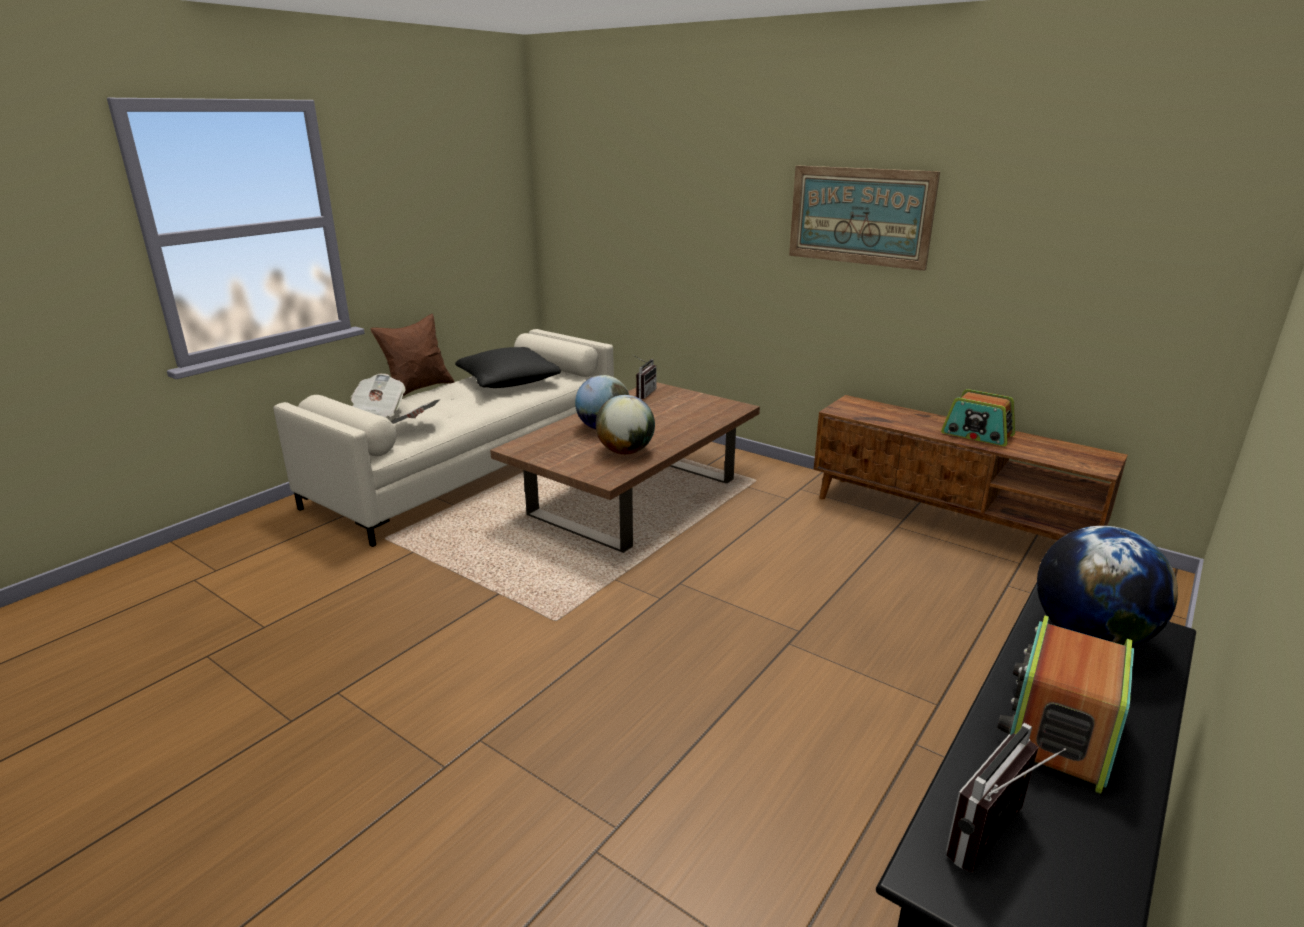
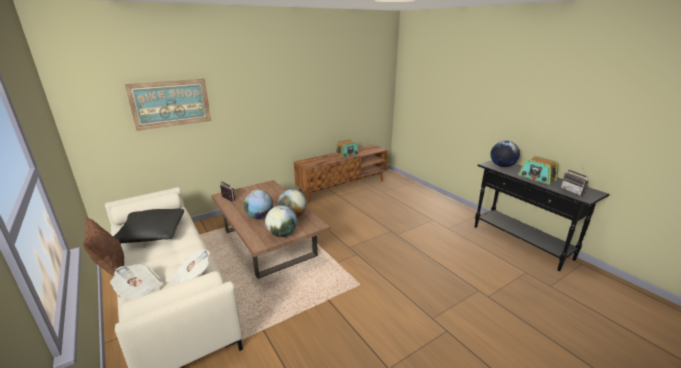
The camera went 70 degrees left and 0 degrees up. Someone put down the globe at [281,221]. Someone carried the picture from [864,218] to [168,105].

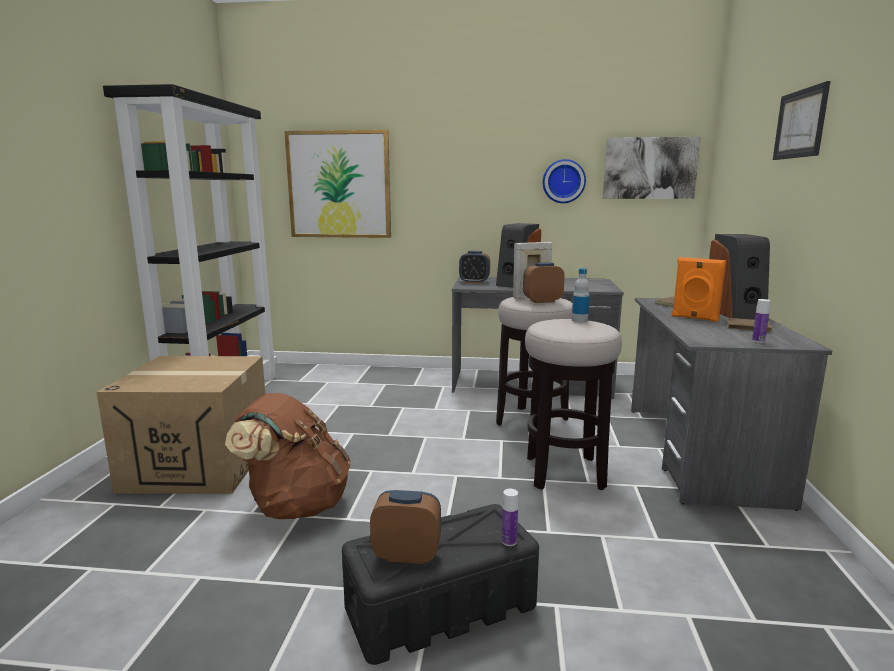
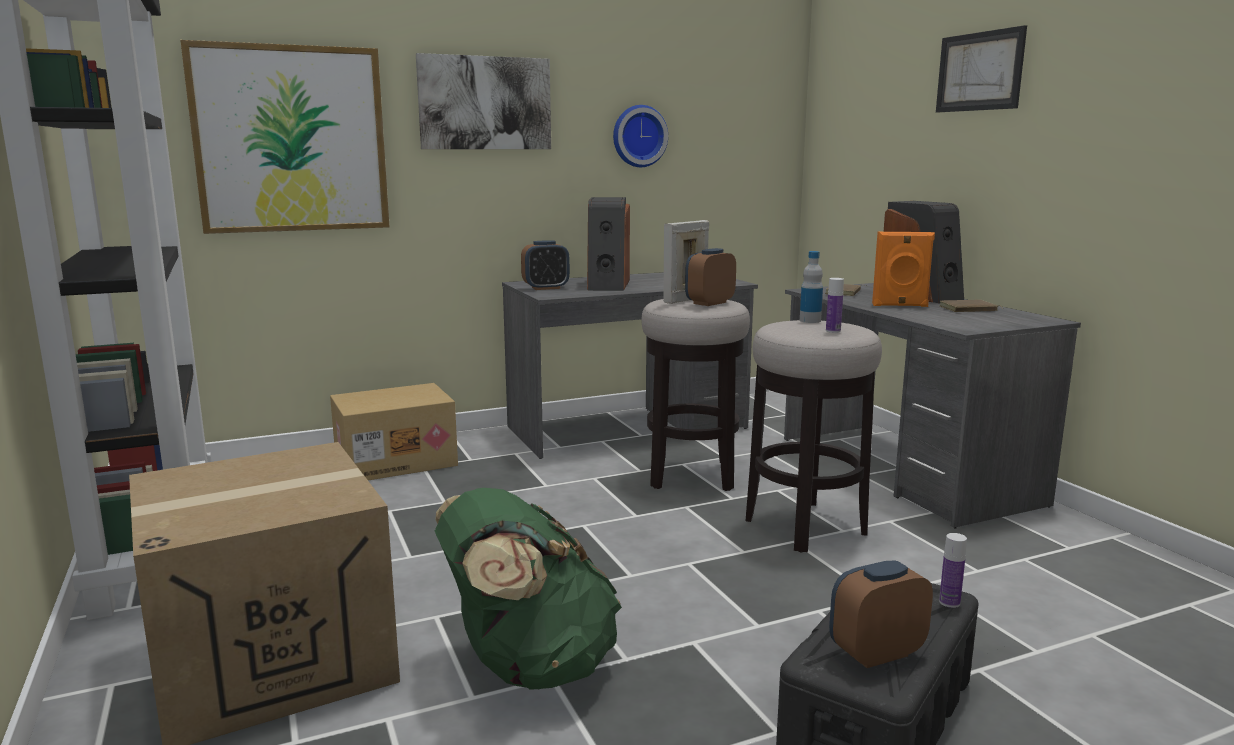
The camera went 30 degrees left and 0 degrees up. Someone put down the cardboard box at [394,431]. Someone carried the picture from [652,168] to [483,101]. Someone carried the bottle from [761,321] to [835,305]. Someone repainted the brown backpack at [288,456], which became the green backpack at [528,589].

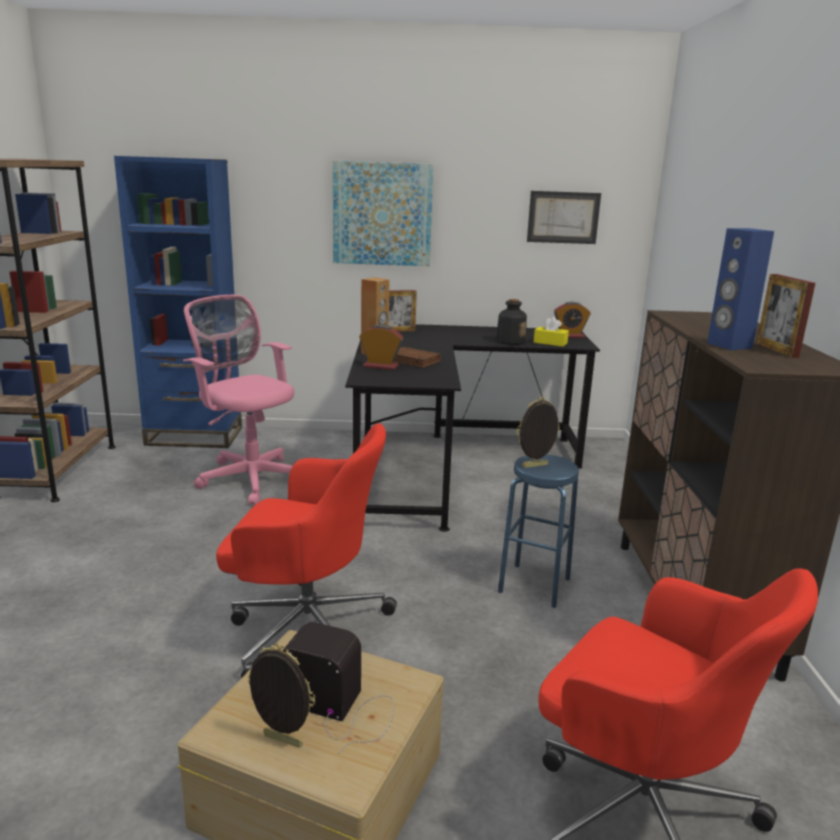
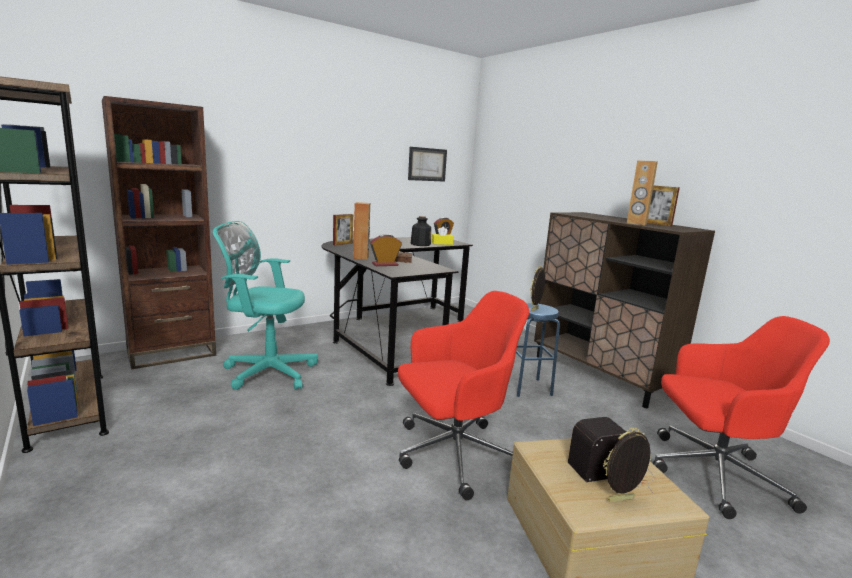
The camera went 35 degrees left and 5 degrees down. Someone took away the picture at [383,213]. Someone repainted the blue bookcase at [178,302], which became the brown bookcase at [159,232]. Someone repainted the pink office chair at [238,400], which became the turquoise office chair at [265,305]. Someone repainted the blue speaker at [740,289], which became the brown speaker at [642,192].

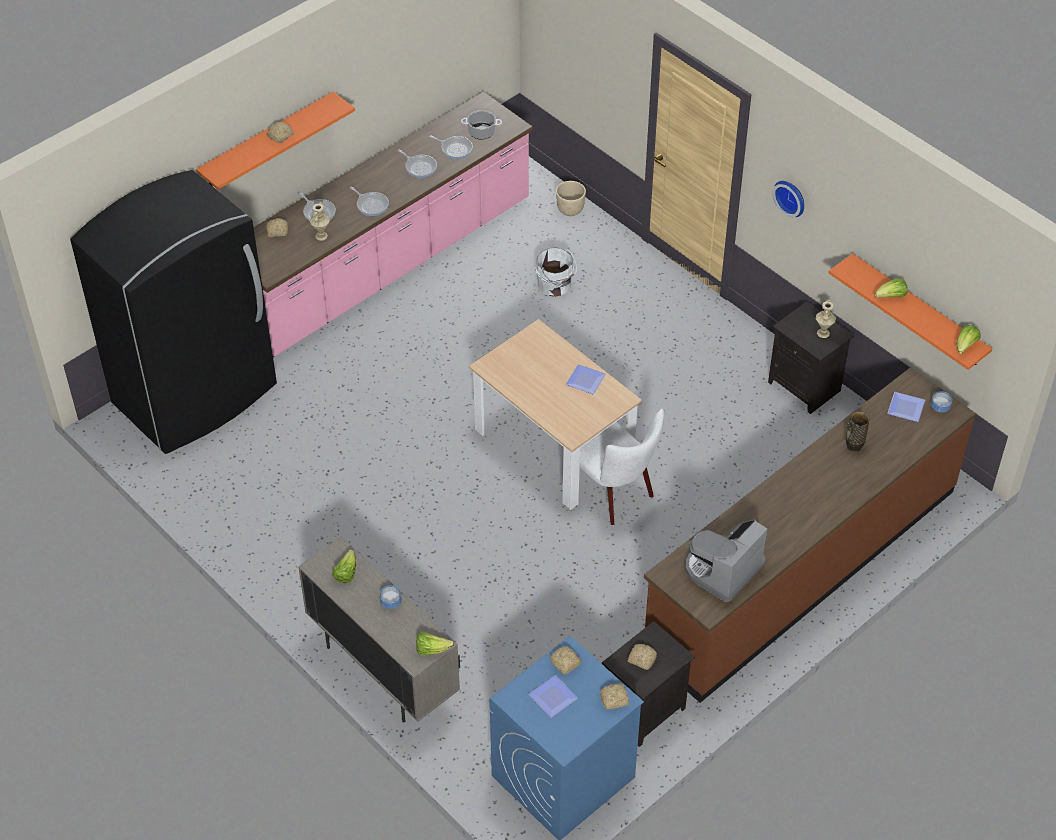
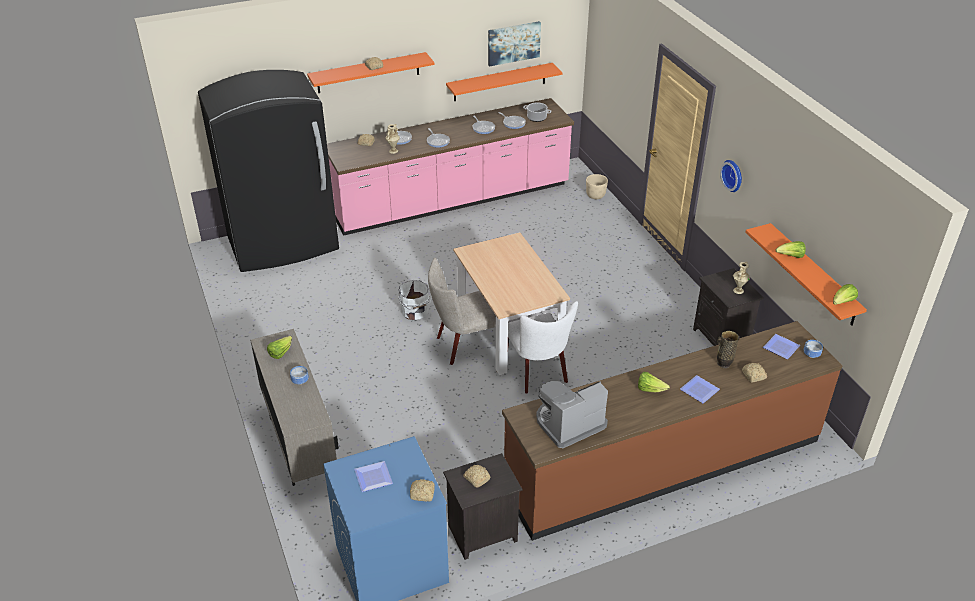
The camera went 20 degrees right and 10 degrees down. Someone put down the beige chair at [462,311]. Someone put up the orange shelf at [504,82]. Someone put up the picture at [514,44]. Someone carried the lettuce from [435,643] to [654,382]. Someone carried the white bucket from [556,272] to [415,300]. Someone carried the bread from [566,660] to [754,372]. Someone carried the plate from [586,379] to [700,389].

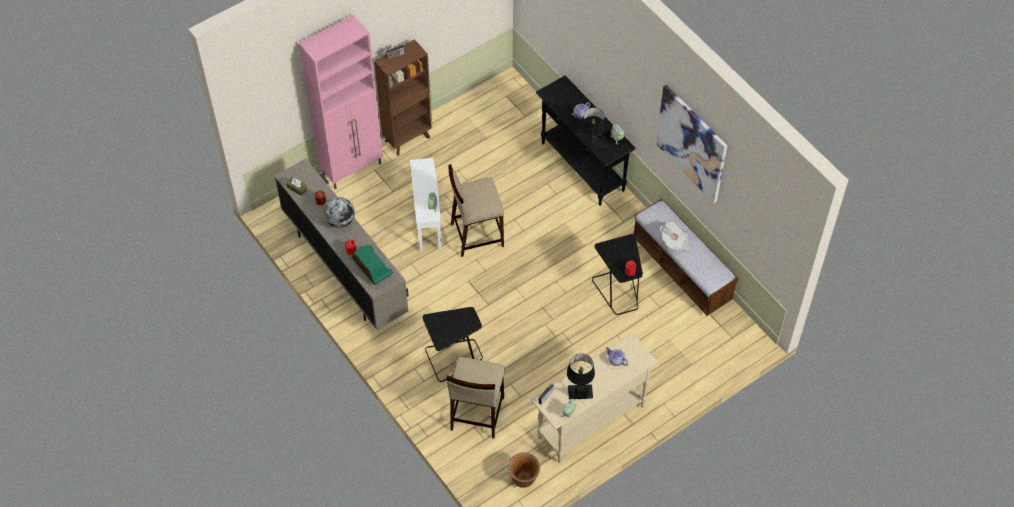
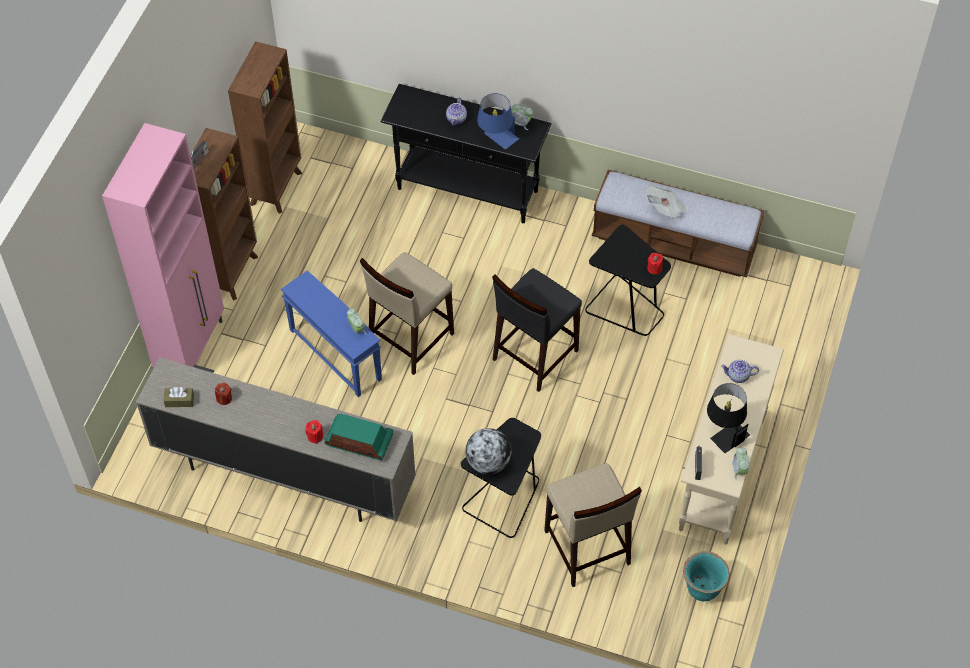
The camera went 35 degrees left and 0 degrees up. Someone took away the picture at [691,144]. Someone put down the brown bookcase at [265,127]. Someone put down the black stool at [537,330]. Someone carried the globe from [339,212] to [488,451]. Someone repainted the white side table at [425,204], which became the blue side table at [331,334]. Someone repainted the brown planter at [524,470], which became the turquoise planter at [706,576]. Someone repainted the black table lamp at [595,128], which became the blue table lamp at [498,121].

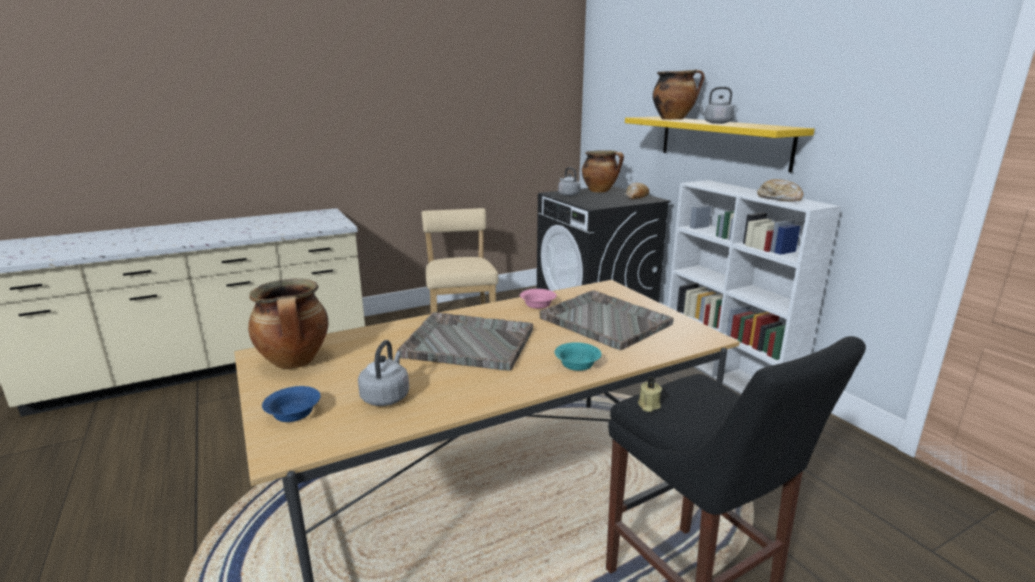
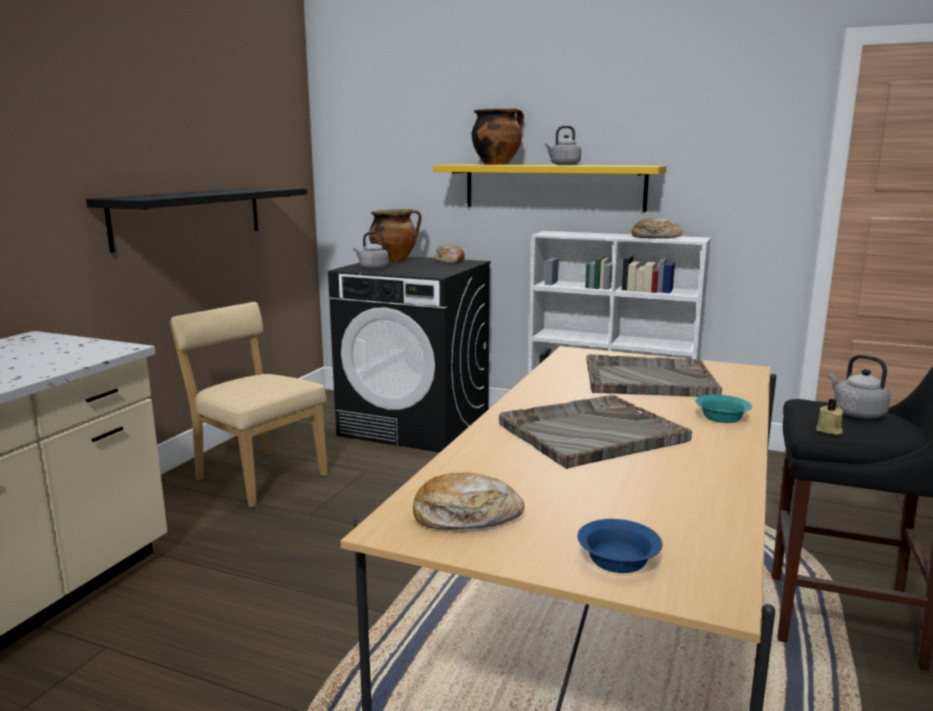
The camera went 40 degrees left and 5 degrees down. Someone took away the pink bowl at [538,299]. Someone put up the black shelf at [196,220]. Someone carried the grey kettle from [383,373] to [860,387]. Someone swapped the cooking pot at [288,323] for the bread at [469,501].

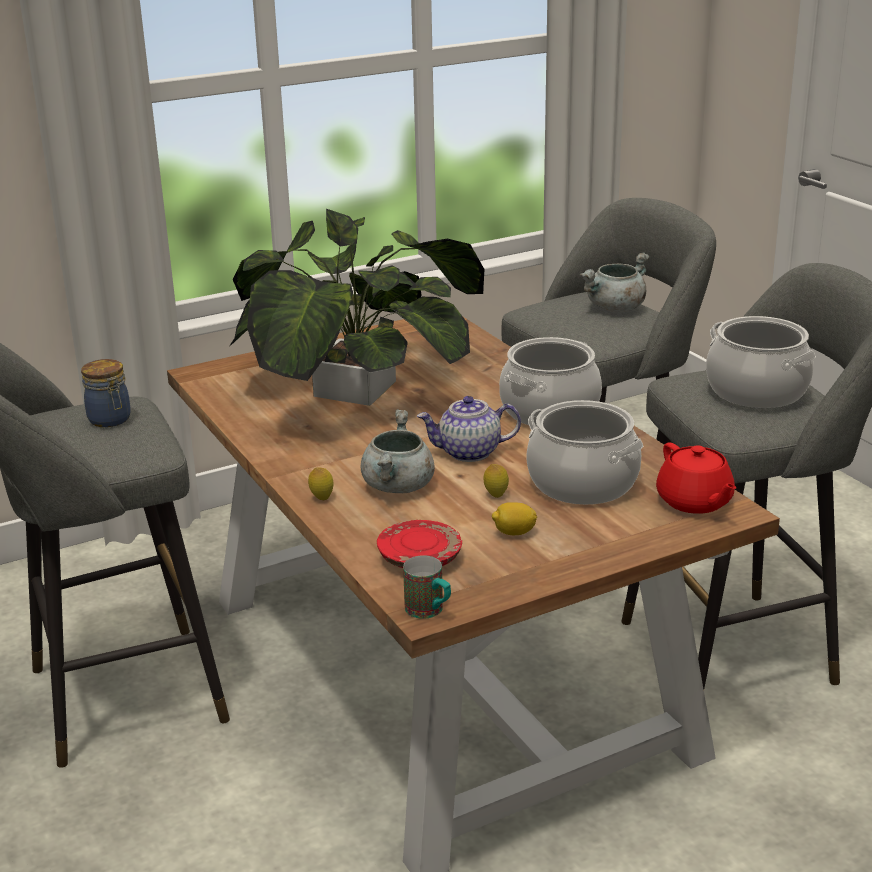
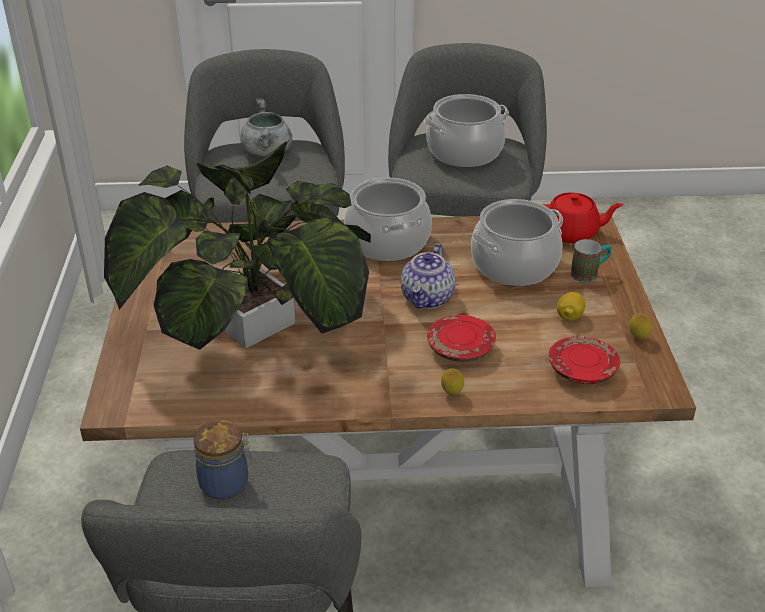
The camera went 65 degrees left and 10 degrees up. Someone carried the mug from [427,587] to [591,260]. Someone carried the lemon from [496,481] to [640,326]. Someone swapped the grey cooking pot at [397,451] for the red plate at [461,338].

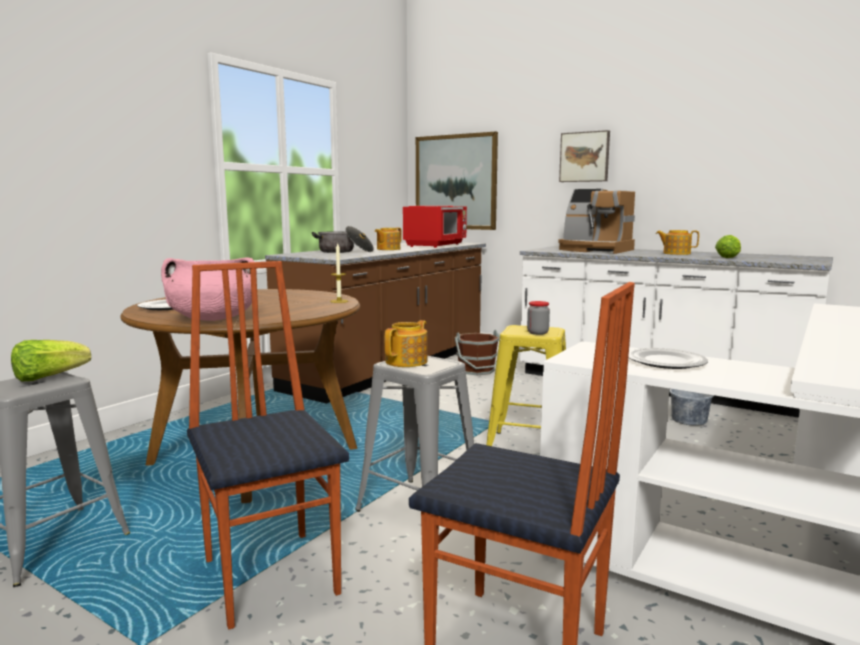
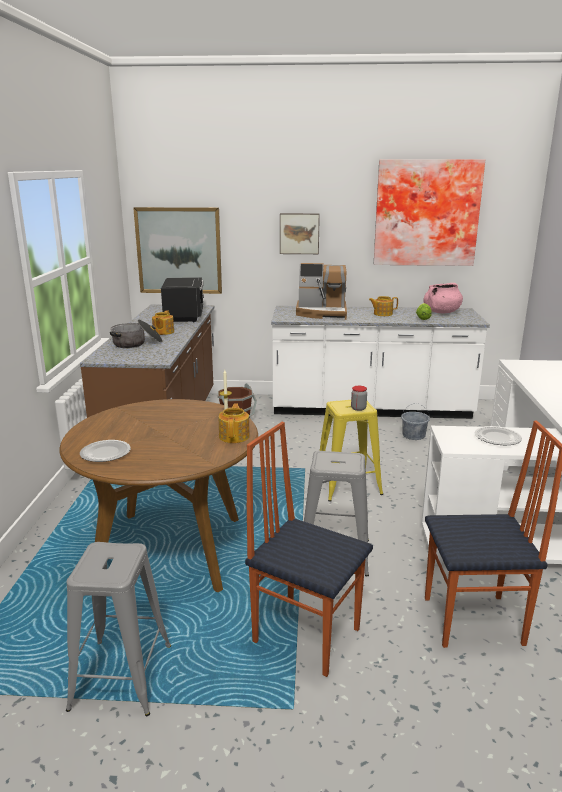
The camera went 30 degrees left and 10 degrees up. Someone took away the lettuce at [51,360]. Someone put up the picture at [429,212]. Someone carried the pink cooking pot from [209,289] to [443,298]. Someone carried the teapot from [406,343] to [234,423]. Someone repainted the red microwave at [435,227], which became the black microwave at [182,299].

